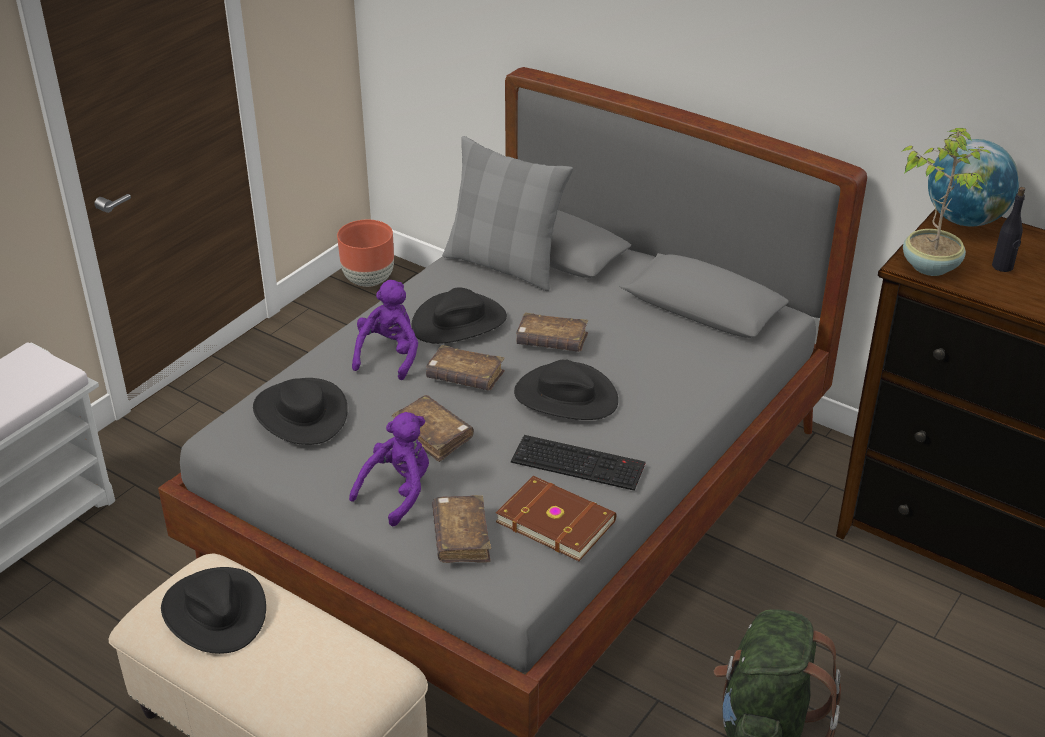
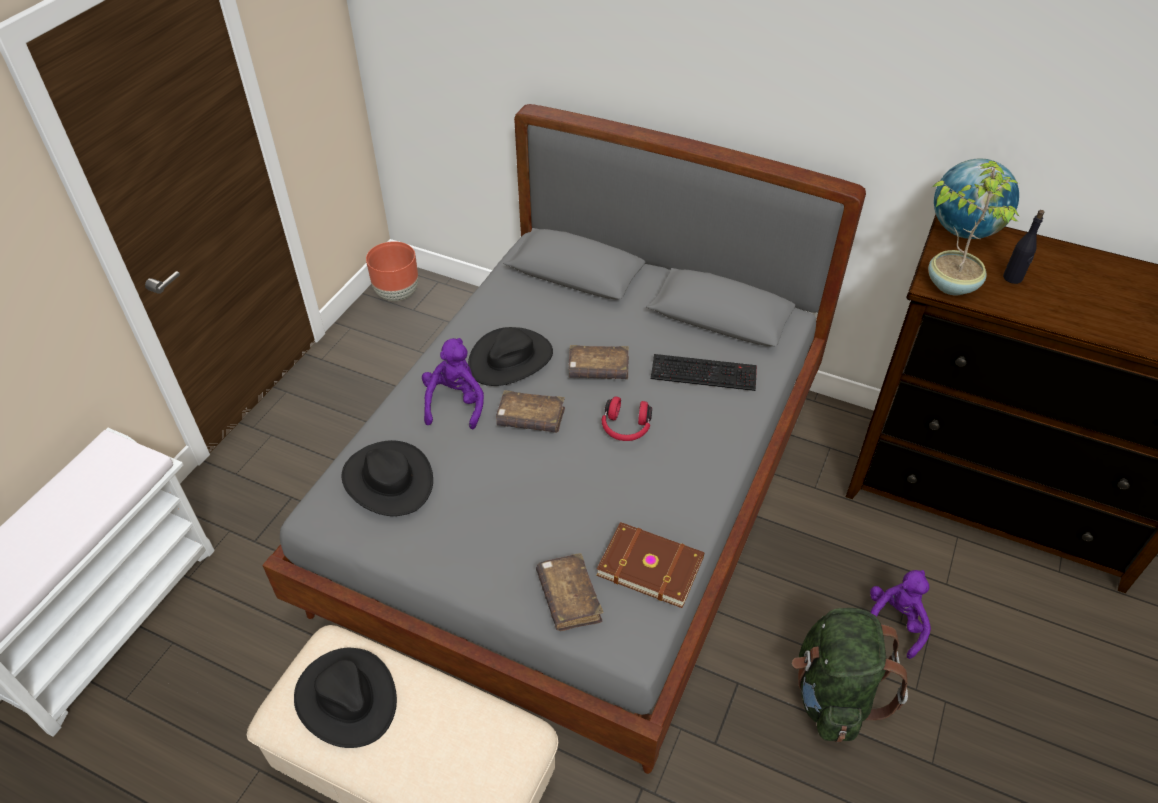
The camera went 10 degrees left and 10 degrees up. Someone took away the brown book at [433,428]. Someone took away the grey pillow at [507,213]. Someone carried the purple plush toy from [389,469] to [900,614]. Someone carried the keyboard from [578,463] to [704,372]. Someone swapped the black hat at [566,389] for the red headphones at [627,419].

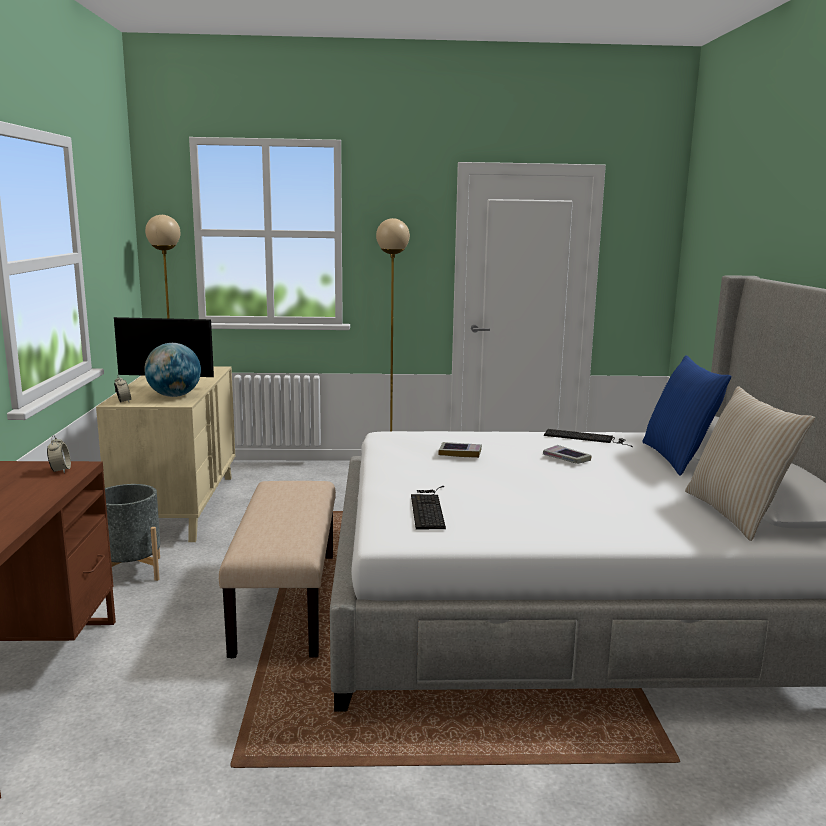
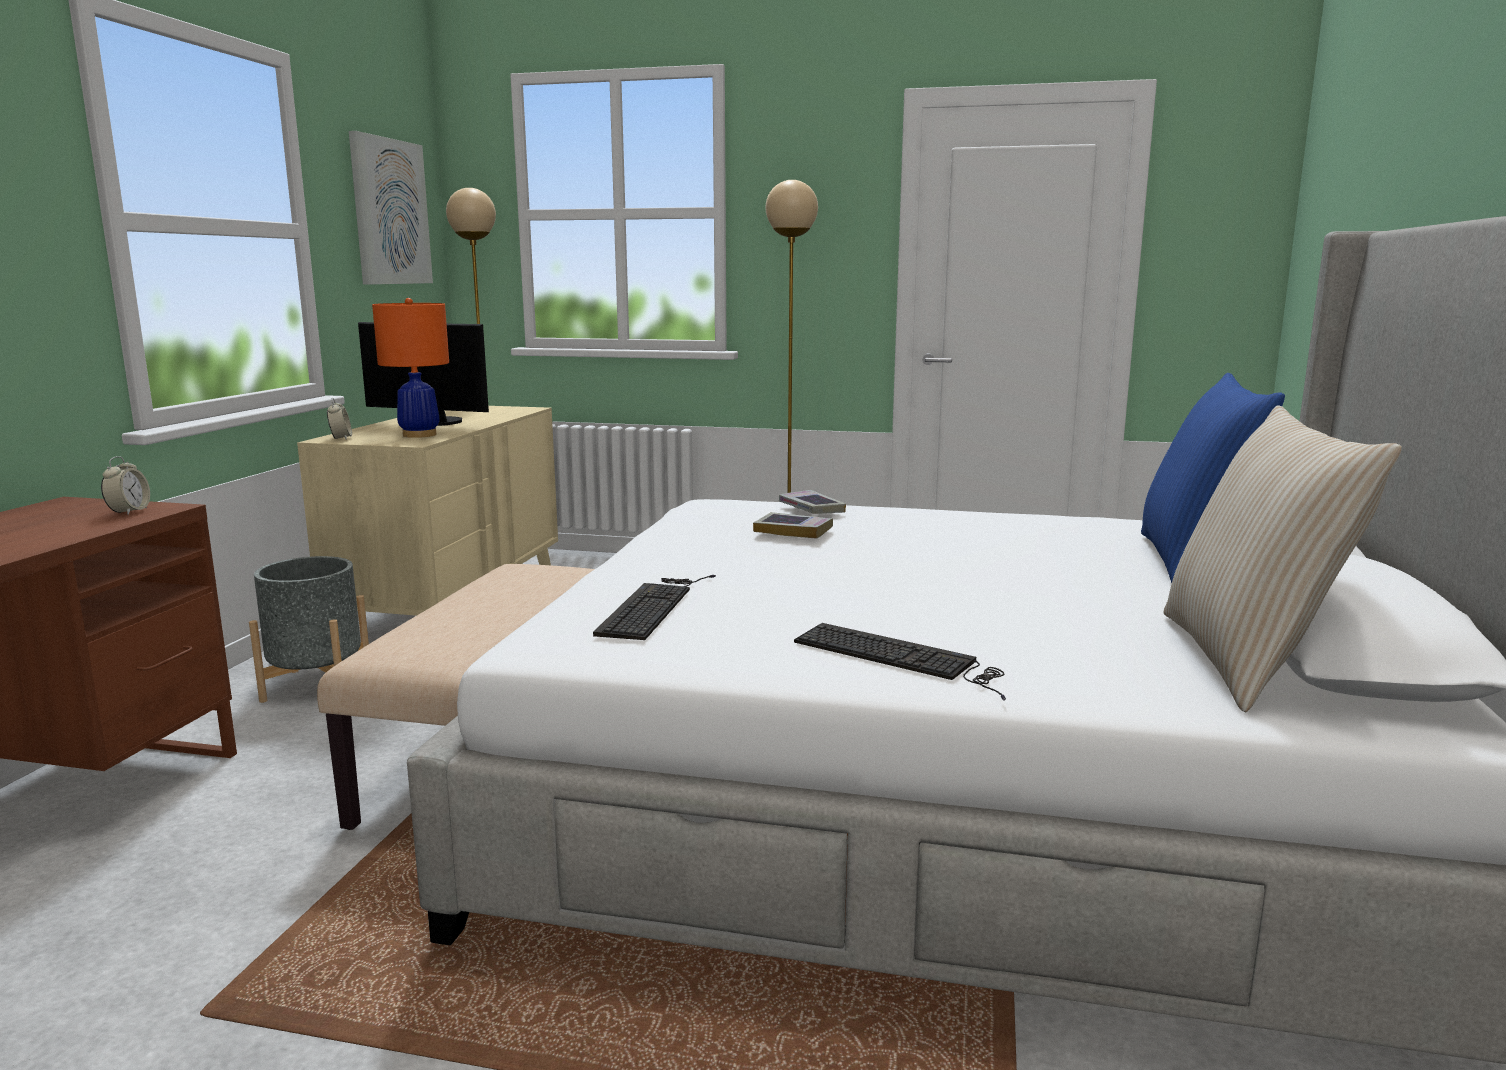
The camera went 15 degrees right and 0 degrees up. Someone put up the picture at [391,208]. Someone carried the book from [567,454] to [812,502]. Someone carried the keyboard from [588,438] to [900,662]. Someone swapped the globe at [172,370] for the orange table lamp at [410,368].

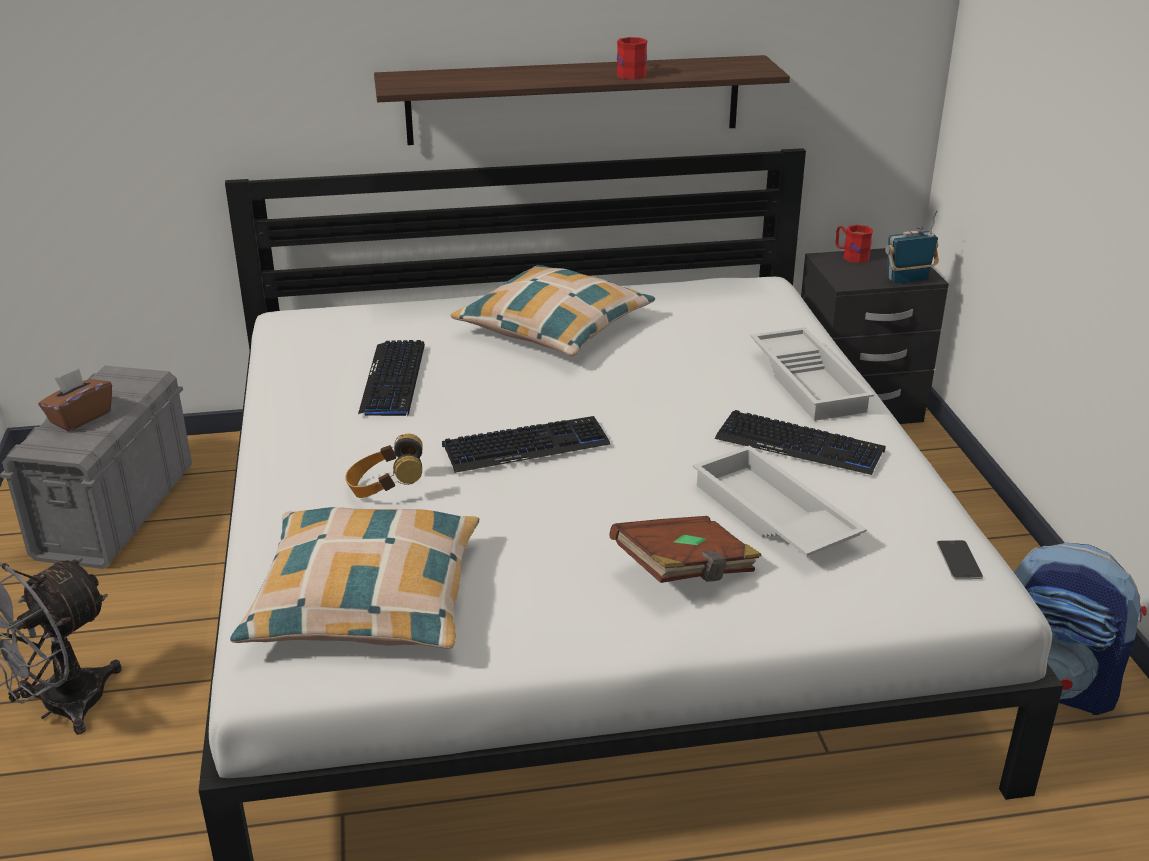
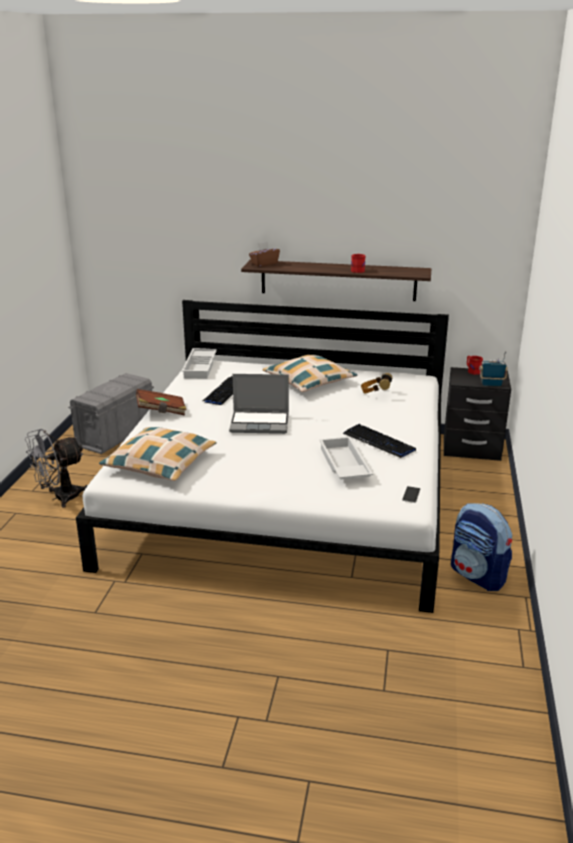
The camera went 20 degrees right and 5 degrees down. Someone carried the brown tissue box from [75,399] to [264,254]. Someone carried the headphones from [384,466] to [376,383]. Someone carried the brown book from [685,549] to [161,402]. Someone carried the white tray from [812,374] to [199,363]. Someone swapped the keyboard at [526,444] for the laptop at [259,404].

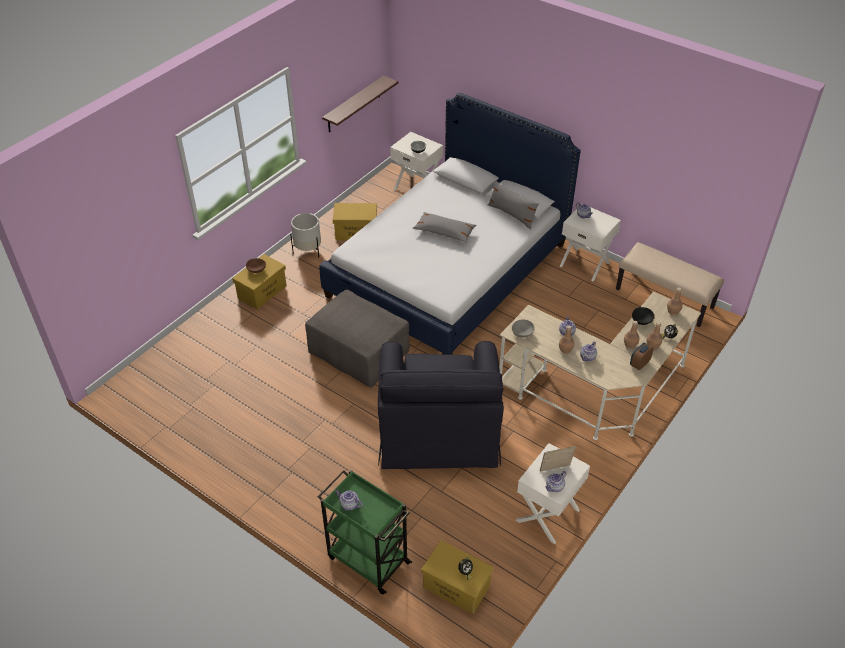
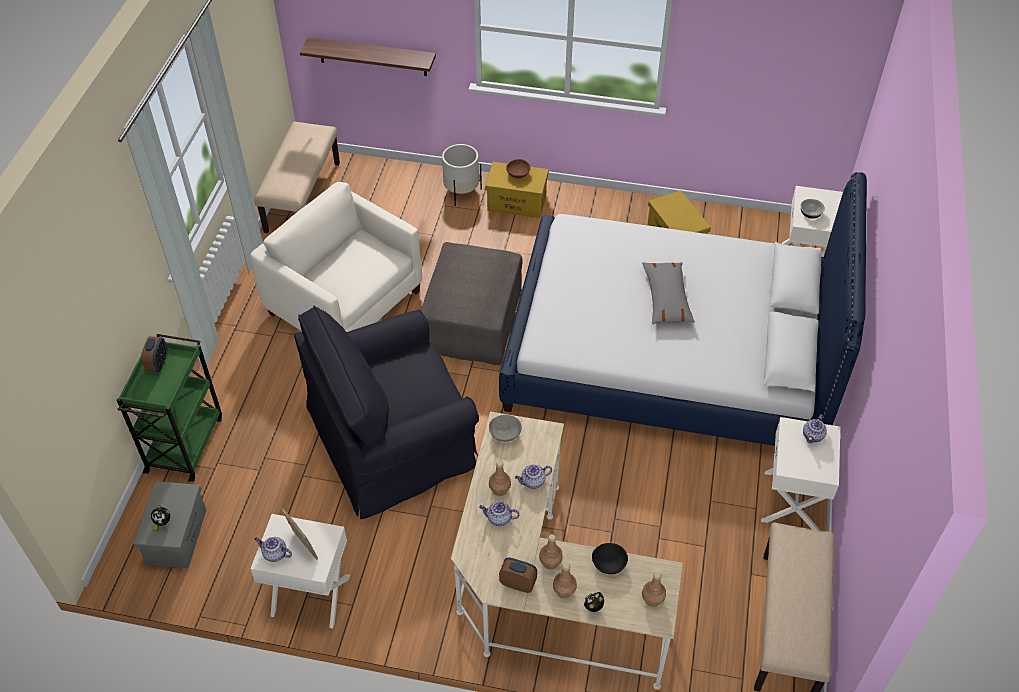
The camera went 65 degrees right and 5 degrees up. Someone took away the grey pillow at [513,205]. Someone put down the white armchair at [336,257]. Someone put down the beige bench at [297,177]. Someone carried the white planter from [305,235] to [462,175]. Someone carried the shelf from [360,104] to [368,56]. Someone swapped the teapot at [349,500] for the alarm clock at [154,354]. Someone repainted the yellow storage box at [457,577], which became the grey storage box at [169,524].

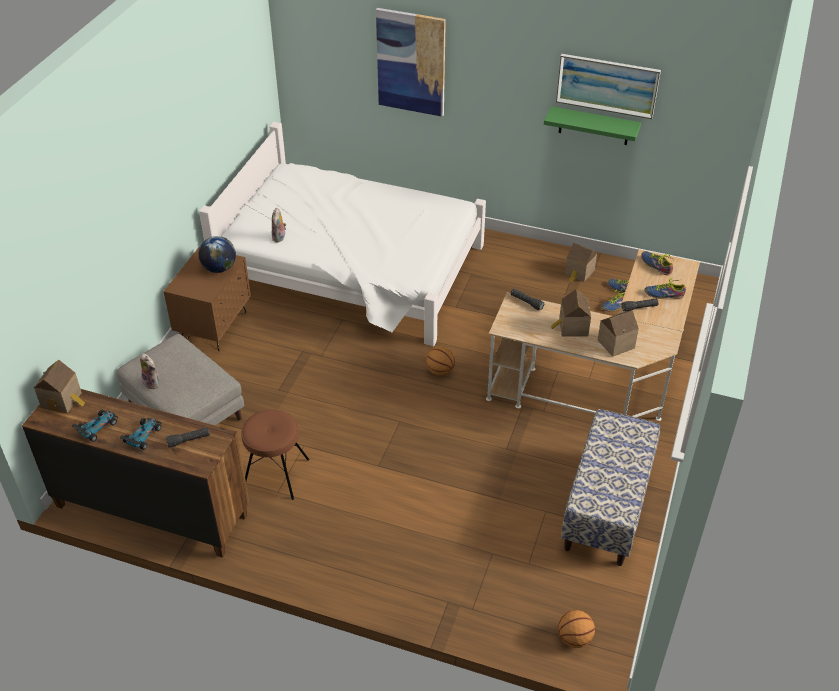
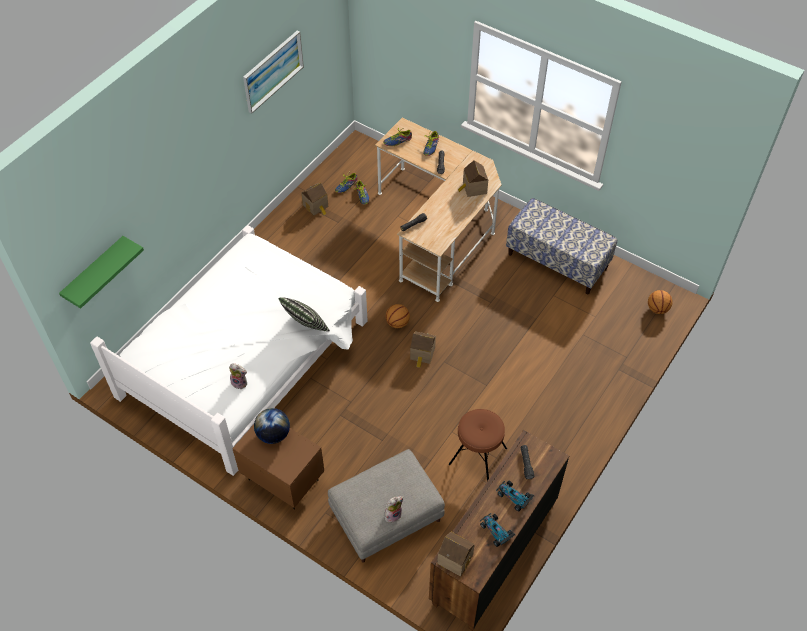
The camera went 75 degrees left and 10 degrees up. Someone took away the picture at [411,62]. Someone put down the pillow at [304,314]. Someone carried the green shelf from [592,125] to [101,272]. Someone carried the toy house from [571,313] to [423,350].

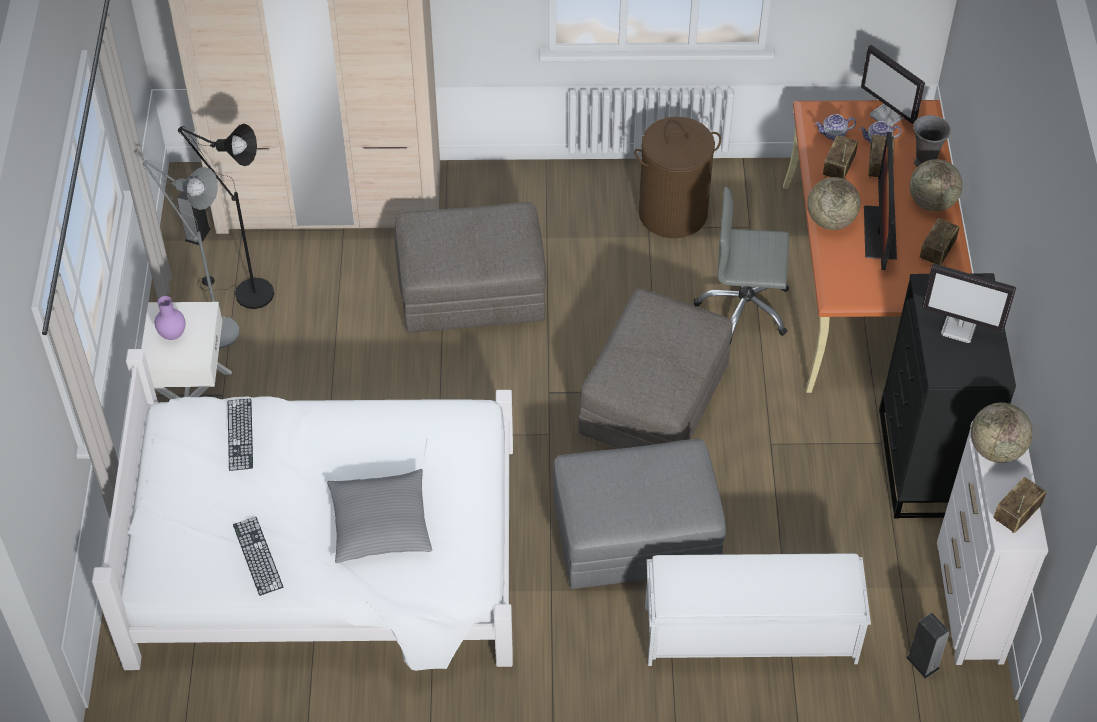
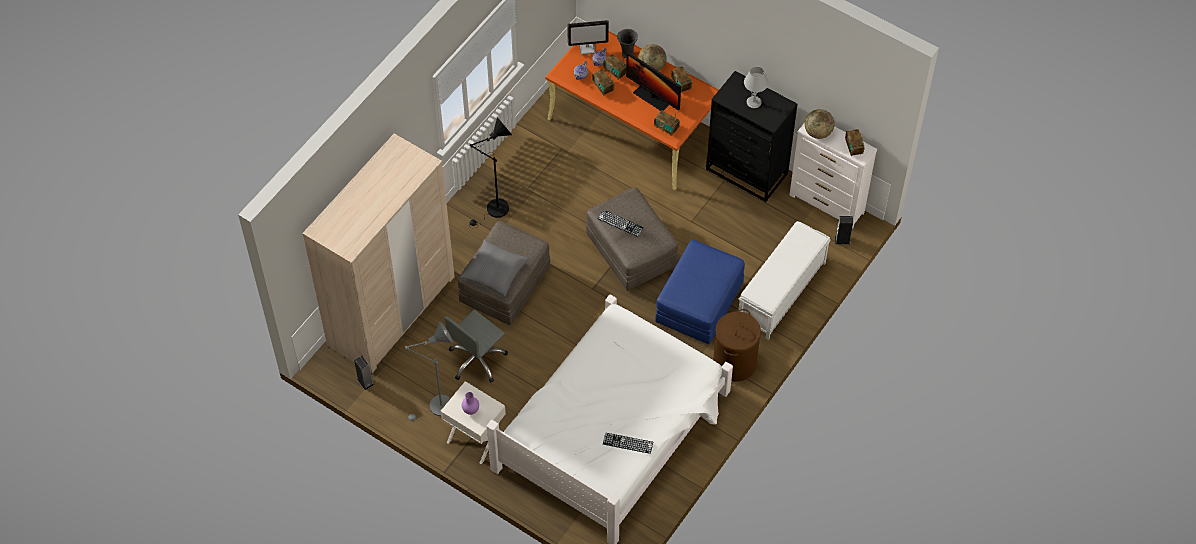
The camera went 55 degrees left and 5 degrees up. Someone took away the globe at [833,203]. Someone put down the radio at [667,123]. Someone carried the black floor lamp from [226,216] to [490,172]. Someone carried the keyboard from [240,435] to [620,223]. Someone carried the grey pillow from [379,516] to [494,268]. Someone carried the brown laundry basket from [677,177] to [737,345]. Someone carried the grey office chair from [741,266] to [476,346]. Someone swapped the monitor at [969,303] for the grey table lamp at [756,87]. Someone repainted the grey ottoman at [639,514], which became the blue ottoman at [700,292].

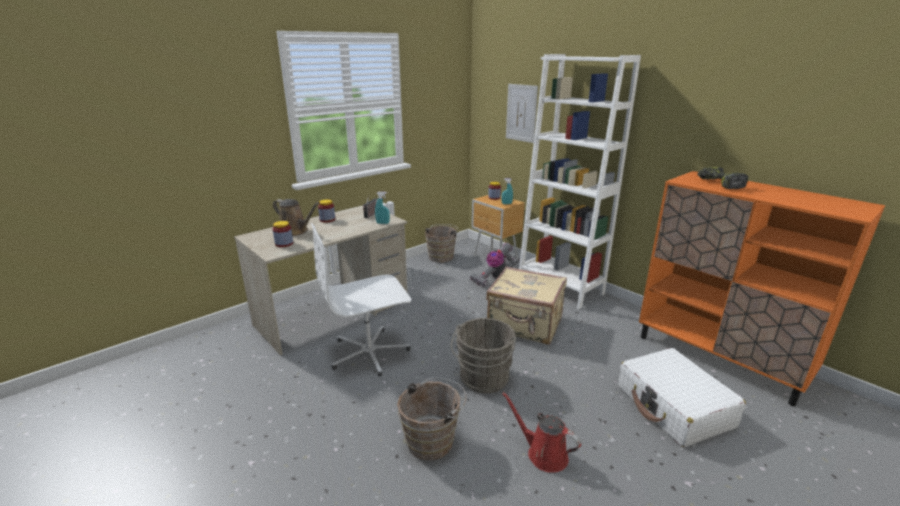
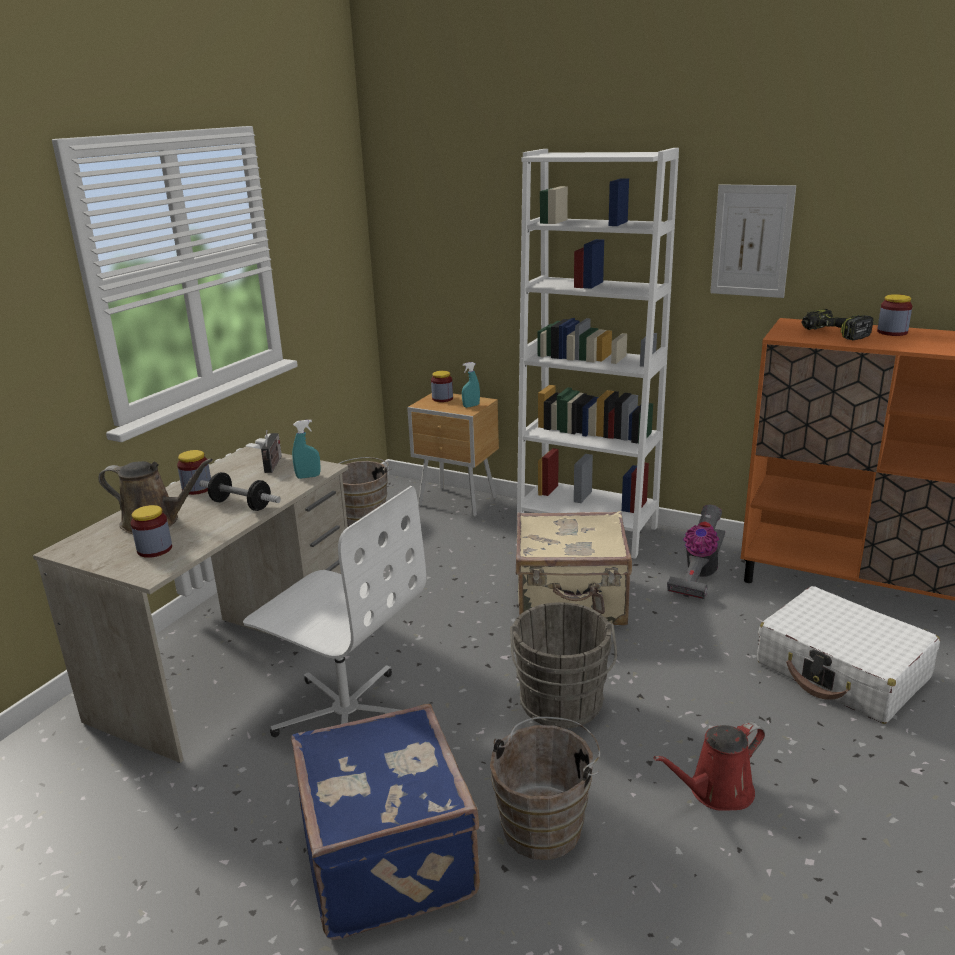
The camera went 20 degrees left and 0 degrees up. Someone put down the dumbbell at [240,491]. Someone put down the blue suitcase at [385,822]. Someone put down the jar at [894,315]. Someone carried the vacuum cleaner from [494,265] to [696,552]. Someone carried the picture from [522,113] to [753,241]. Someone rotated the white office chair at [361,299] by 105 degrees counterclockwise. Someone rotated the red watering can at [541,432] by 45 degrees counterclockwise.

